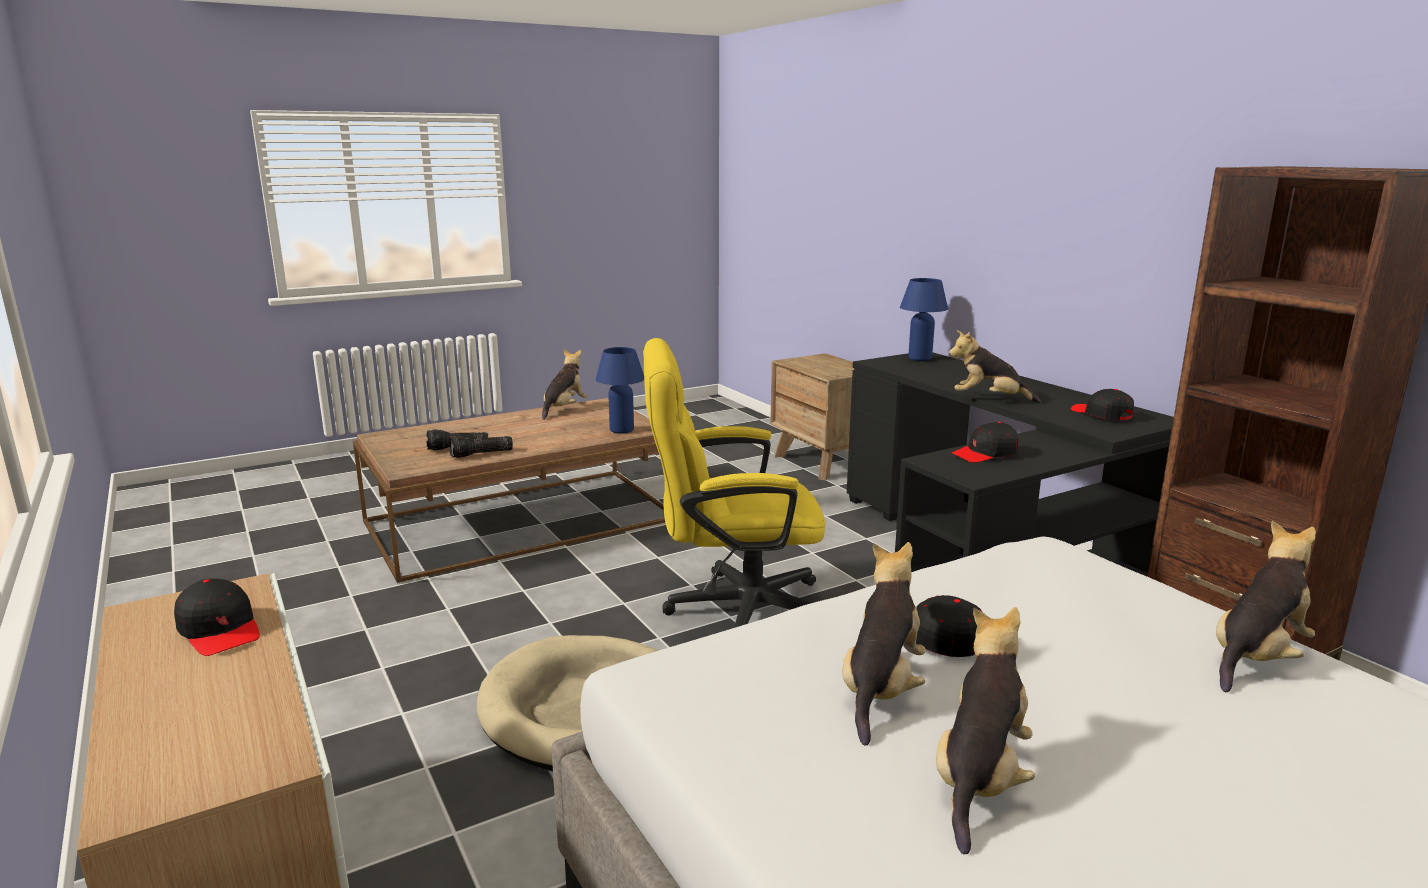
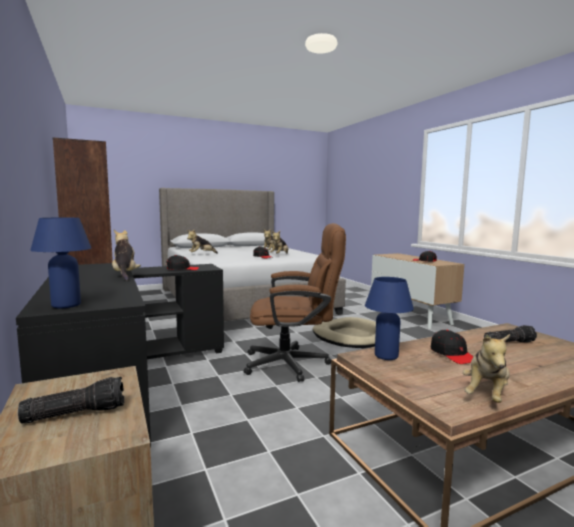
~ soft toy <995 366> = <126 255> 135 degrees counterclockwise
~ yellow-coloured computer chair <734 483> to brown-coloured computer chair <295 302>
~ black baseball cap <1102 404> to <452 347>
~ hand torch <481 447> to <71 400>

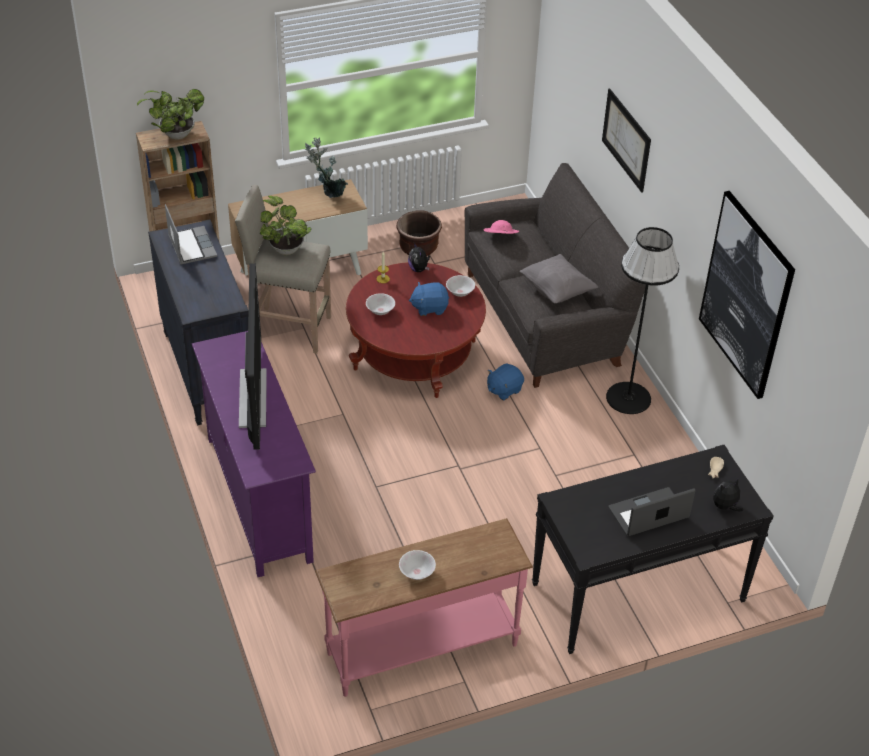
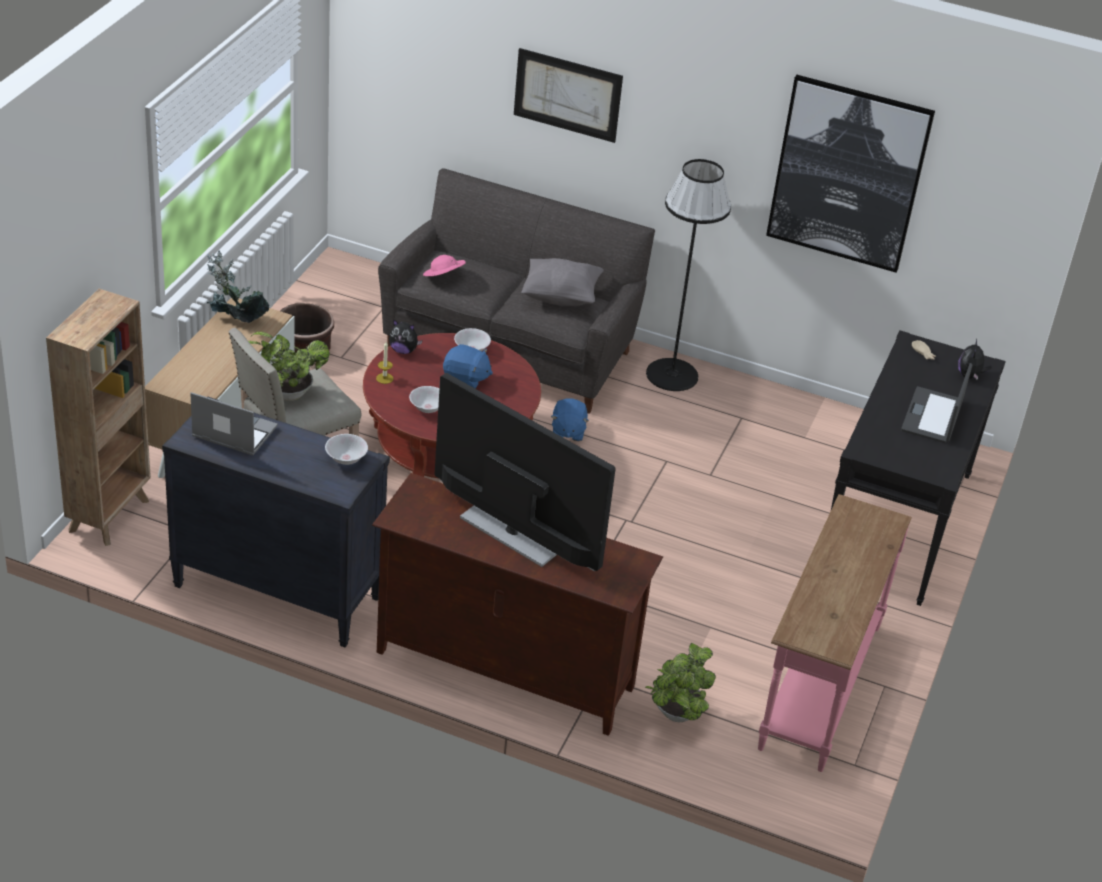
~ houseplant <170 114> to <680 682>
~ bluish soft toy <429 299> = <468 366> 105 degrees counterclockwise
~ purple-coloured tv unit <254 454> to brown-coloured tv unit <517 604>
~ whitish serving bowl <417 565> to <346 449>

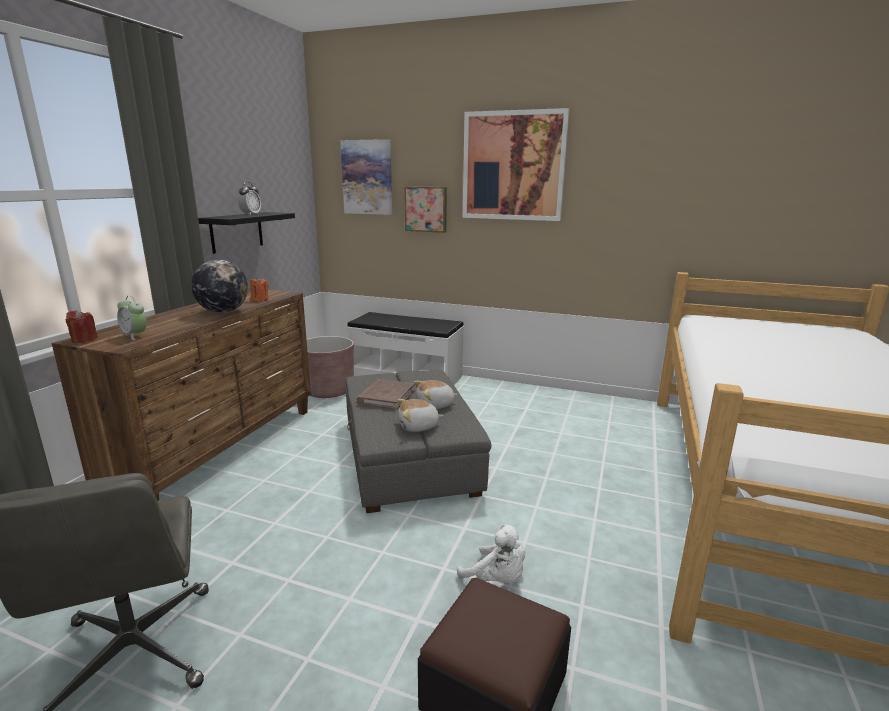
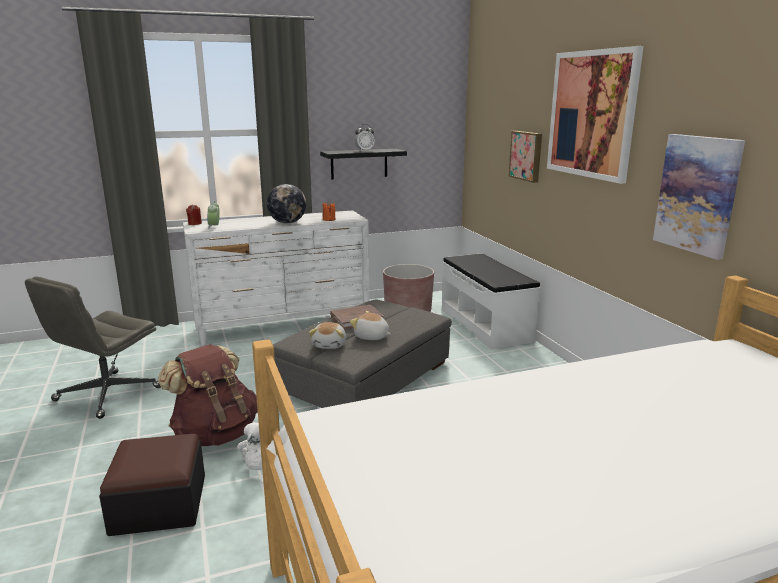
~ wall art <366 177> to <699 197>
~ brown-coloured chest of drawers <181 394> to whitish chest of drawers <276 278>
~ soft toy <420 415> = <327 335> 120 degrees counterclockwise
+ brown-coloured backpack <208 395>

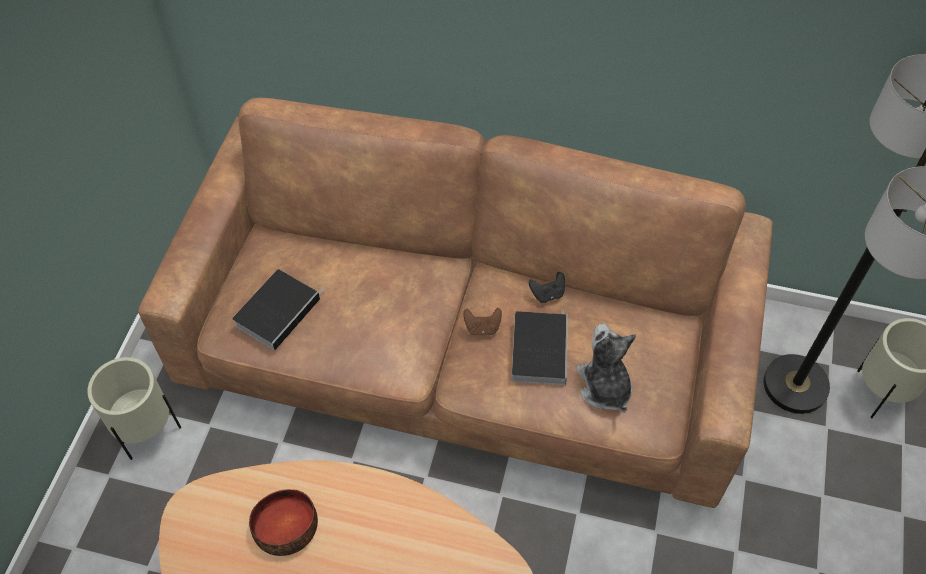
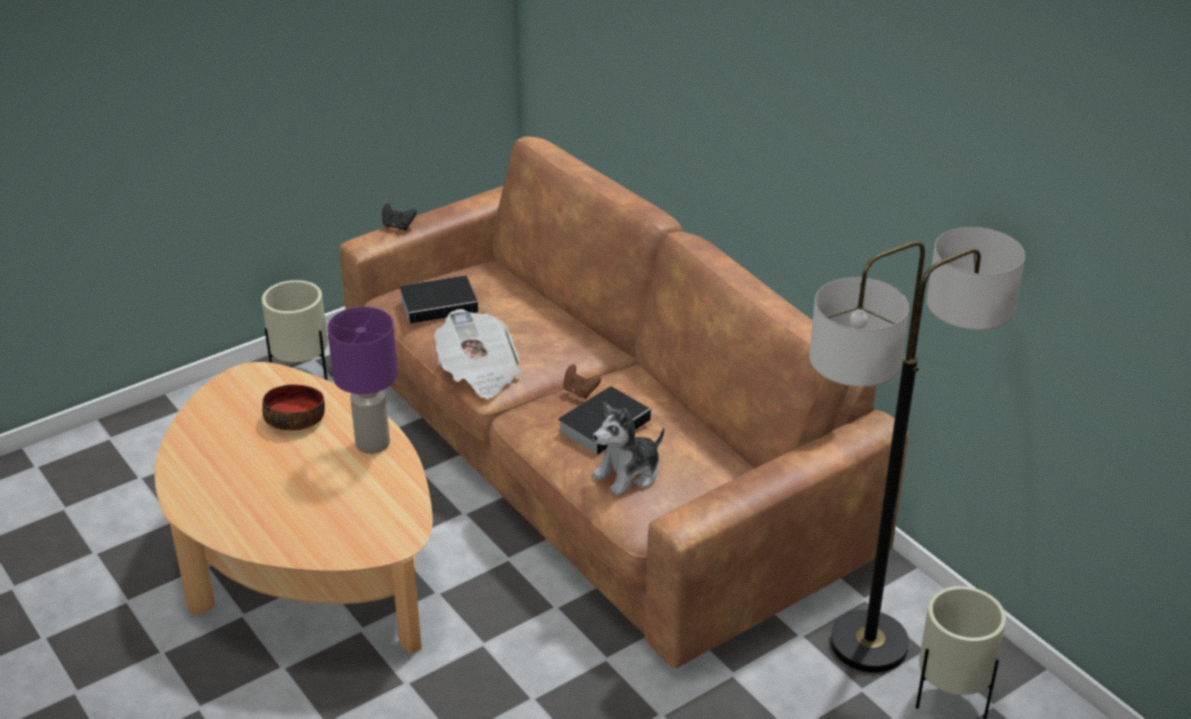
~ black joypad <547 287> to <399 217>
~ soft toy <606 368> = <628 449> 150 degrees counterclockwise
+ purple-coloured table lamp <362 380>
+ newspaper <478 354>

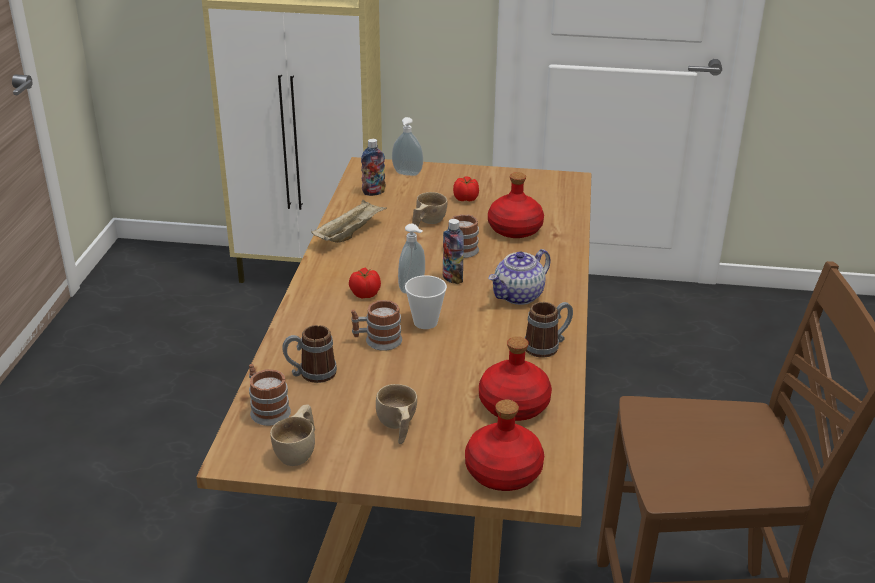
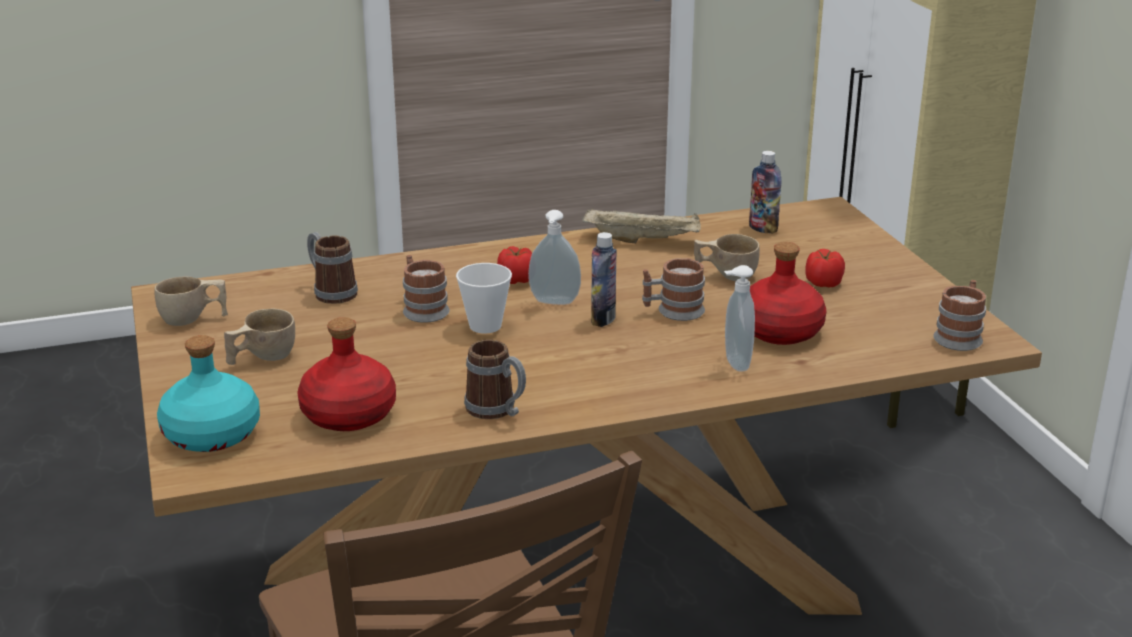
~ soap bottle <407 146> to <739 318>
- tea pot <519 277>
~ mug <270 395> to <959 315>
~ reddish drink bottle <504 445> to blue-green drink bottle <208 393>

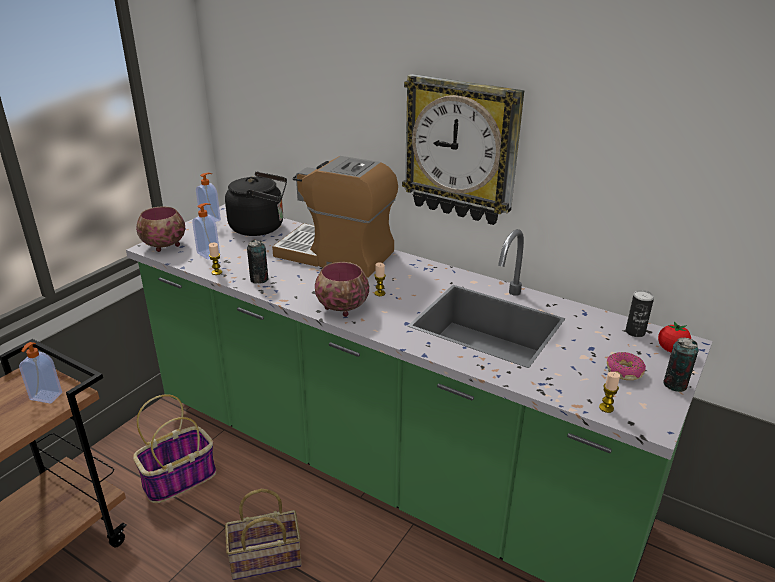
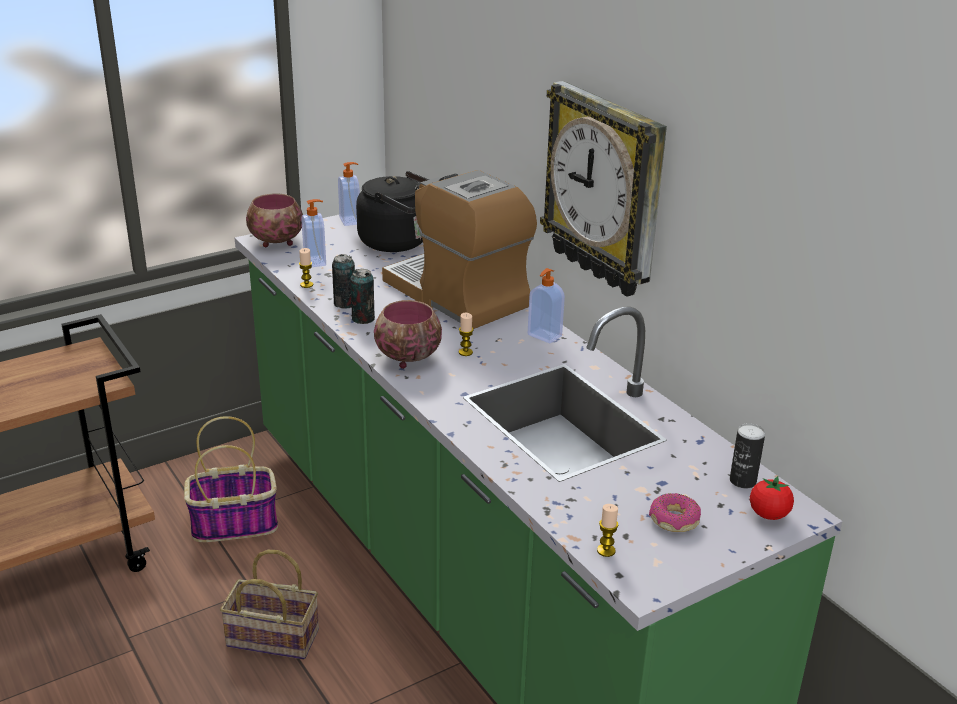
~ metal can <681 364> to <362 296>
~ soap bottle <40 372> to <546 305>

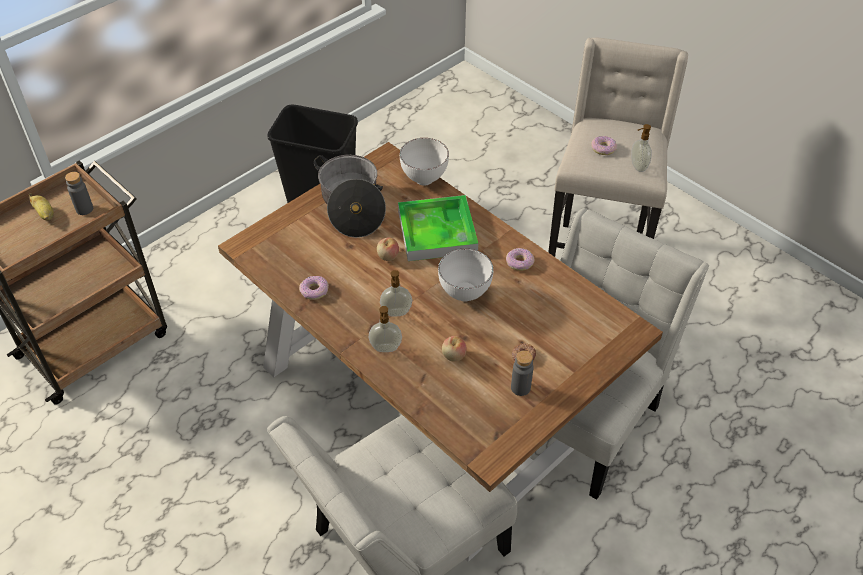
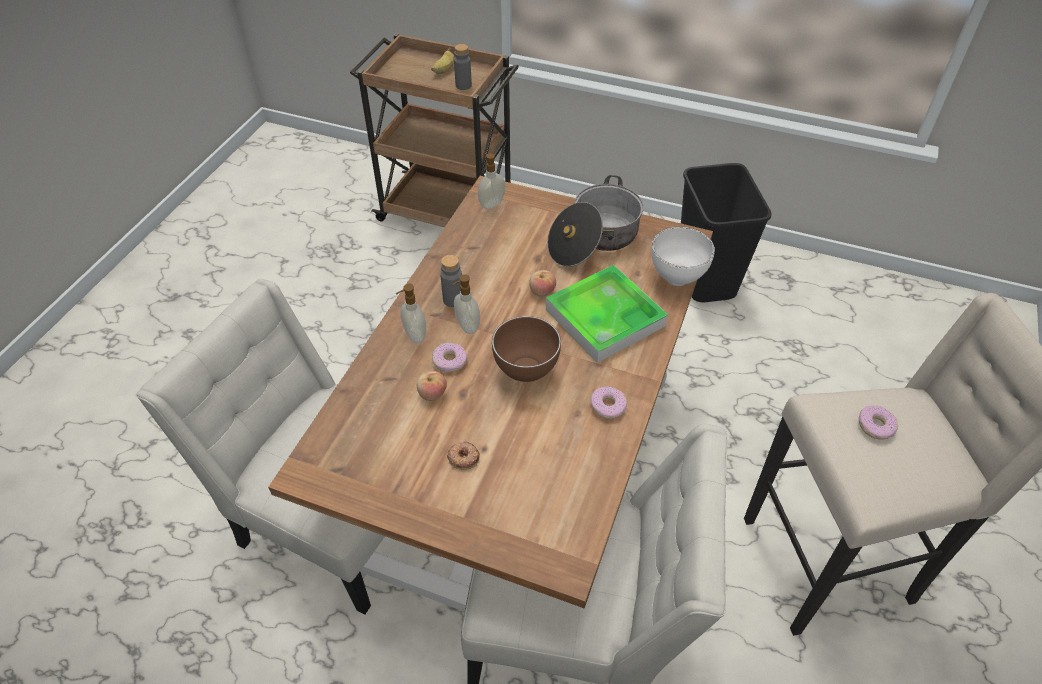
~ soap bottle <641 148> to <492 181>
~ whitish serving bowl <465 275> to brown-coloured serving bowl <526 349>
~ donut <314 288> to <450 357>
~ grey drink bottle <522 373> to <451 281>

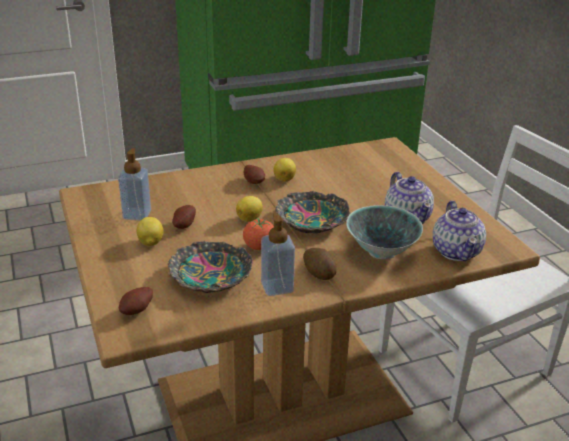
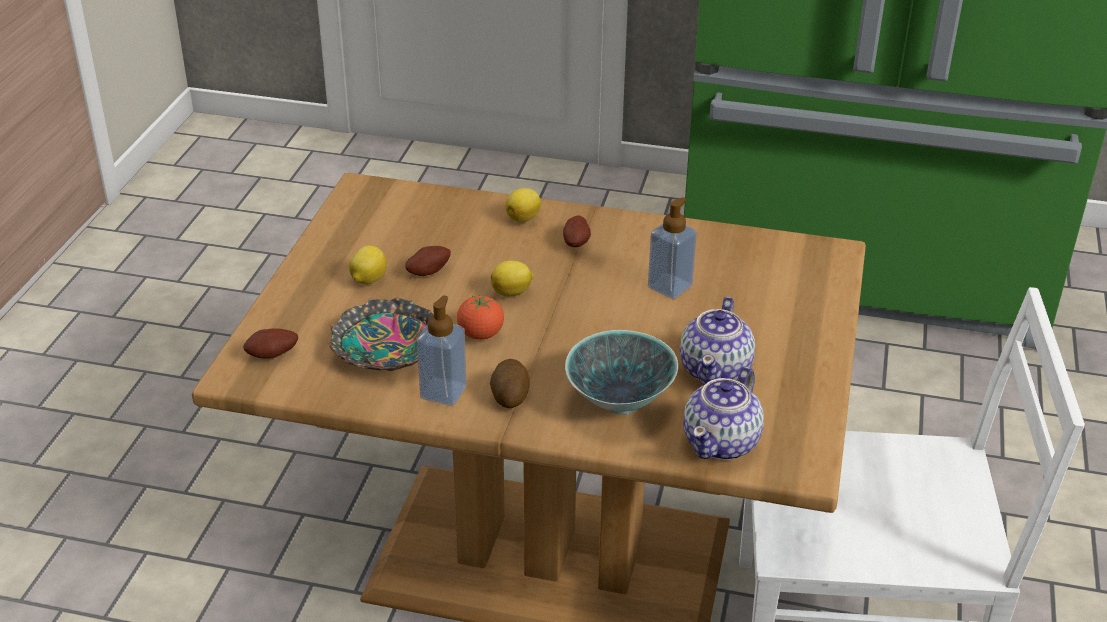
~ soap bottle <134 184> to <672 248>
~ whole lemon <284 170> to <523 205>
- serving bowl <313 212>

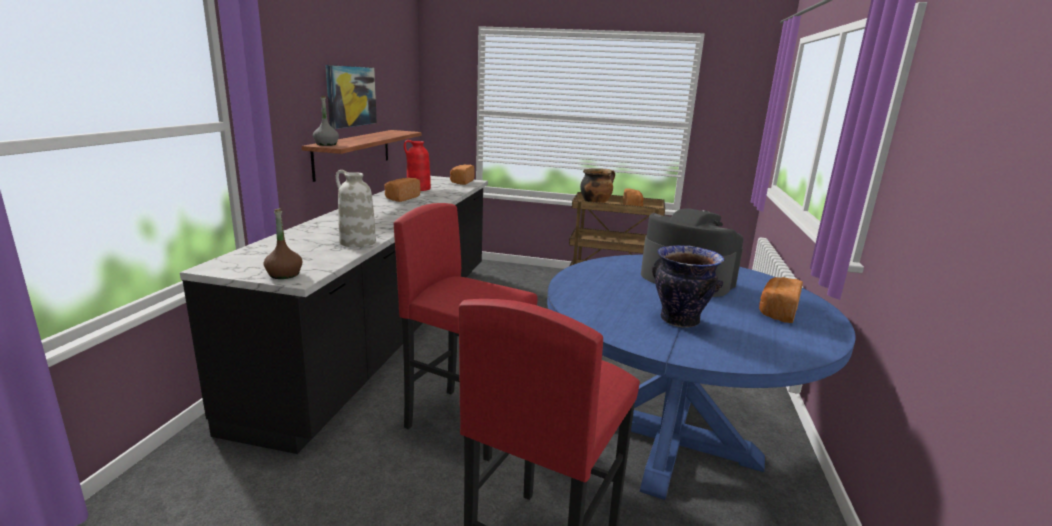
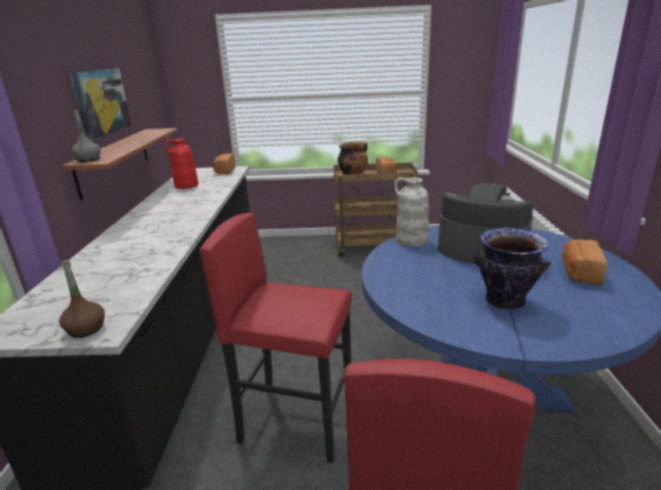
~ whitish vase <356 208> to <411 212>
- bread <402 190>

